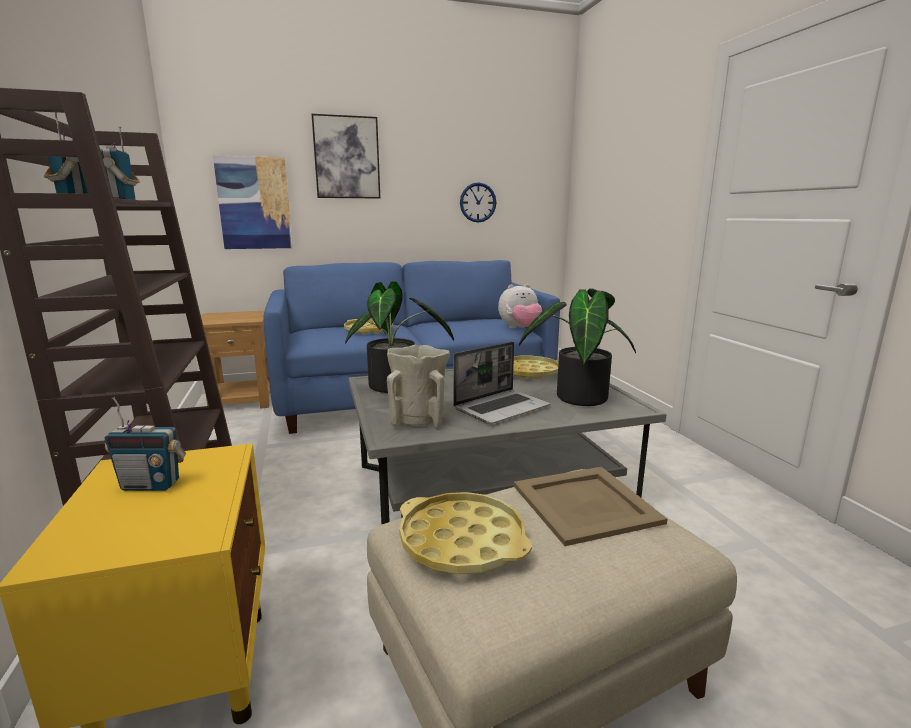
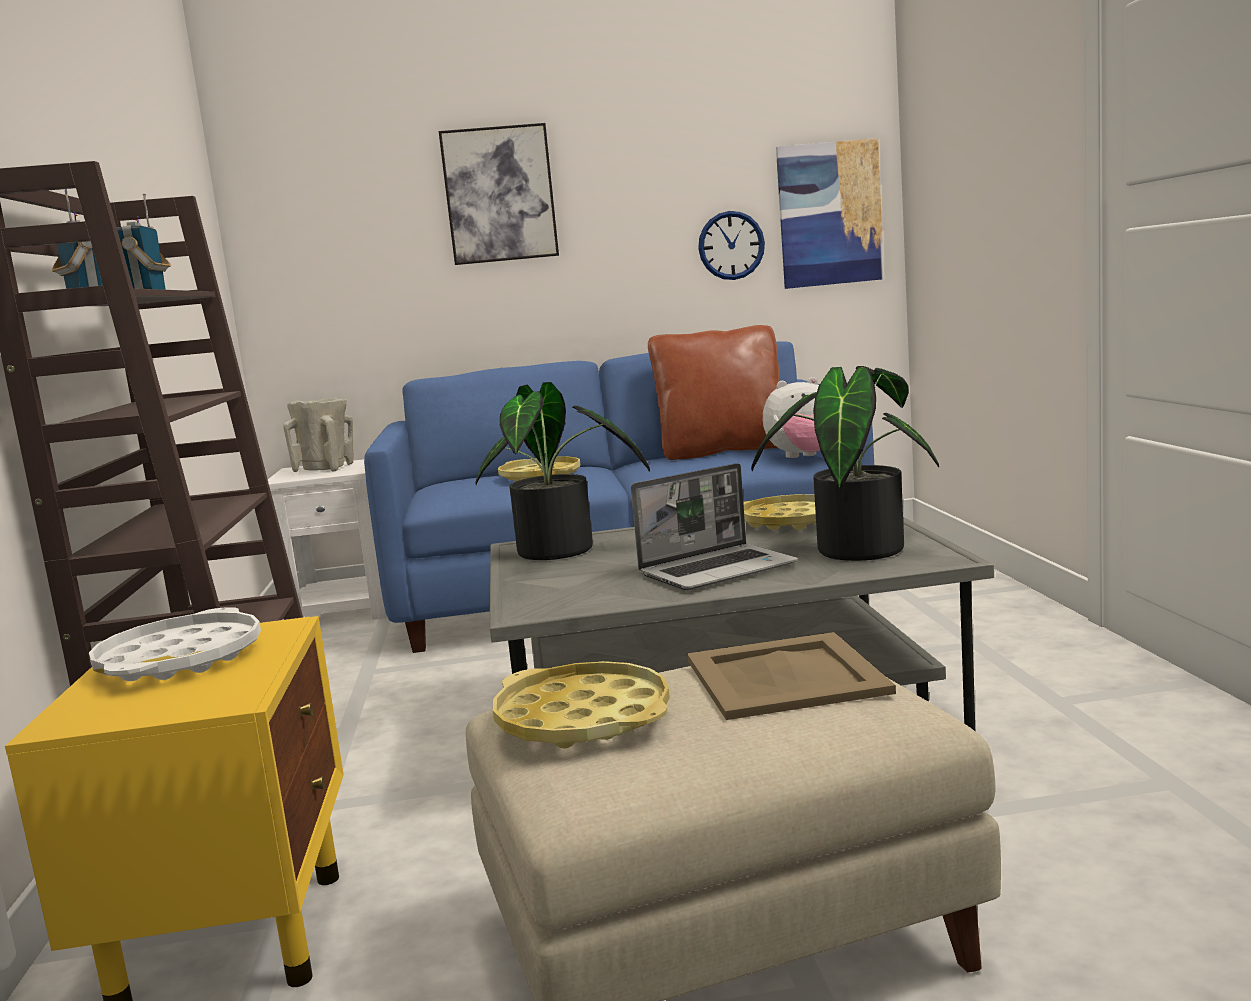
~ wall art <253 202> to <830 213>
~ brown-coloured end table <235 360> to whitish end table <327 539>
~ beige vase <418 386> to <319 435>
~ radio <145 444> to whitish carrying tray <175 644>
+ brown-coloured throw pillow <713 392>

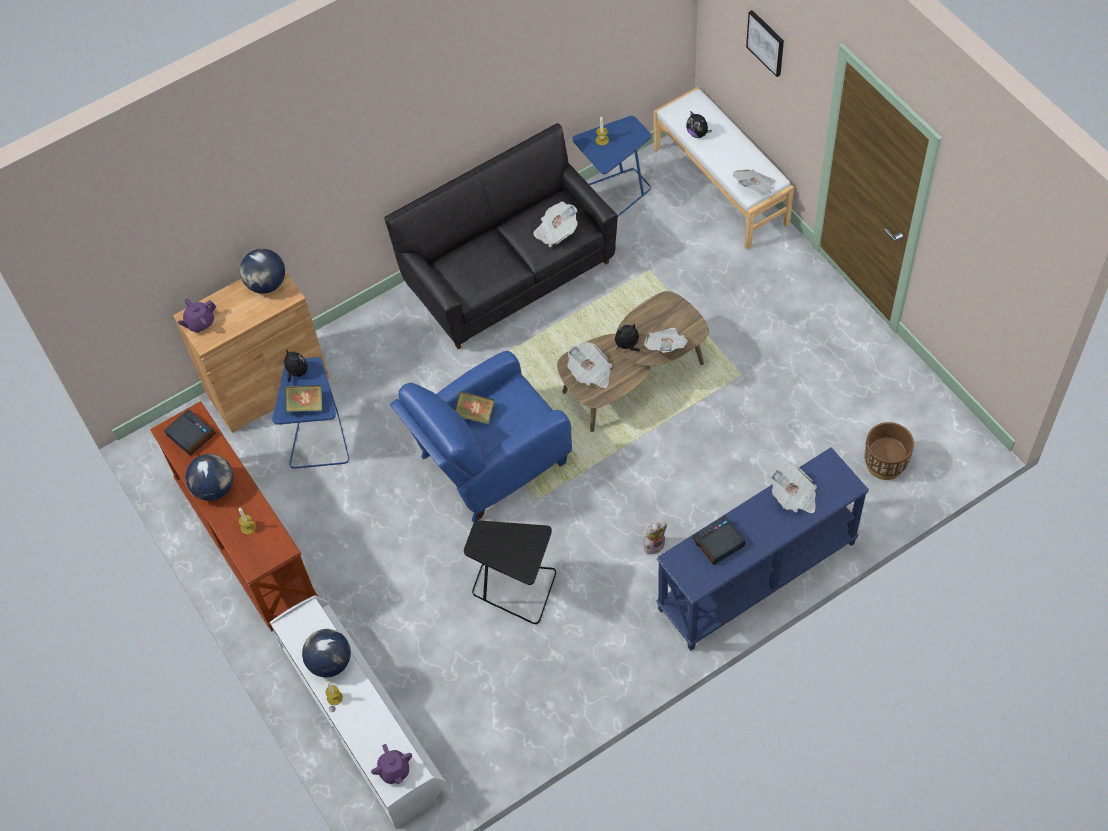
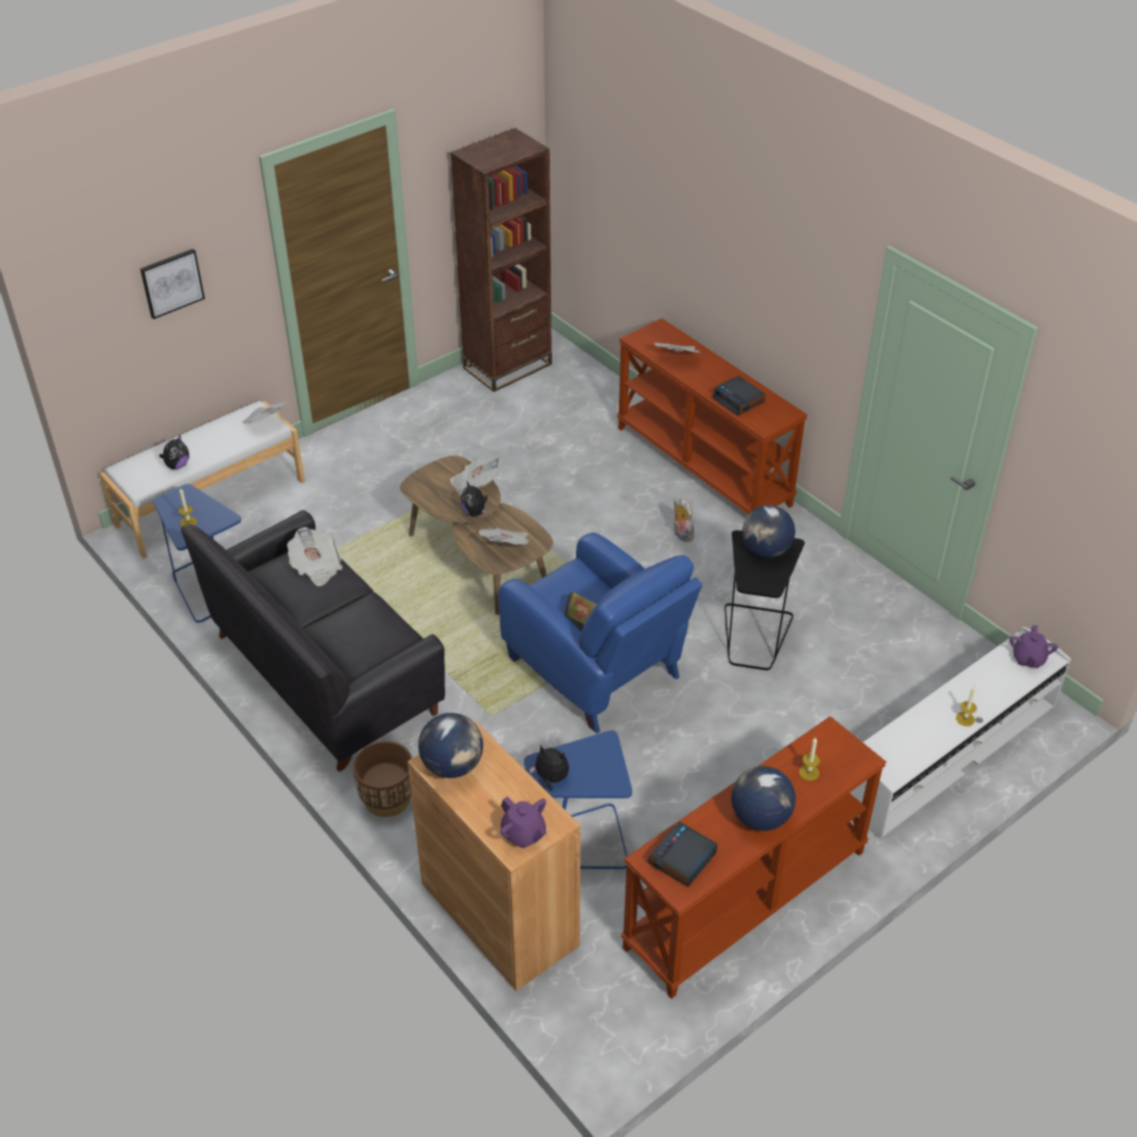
~ soft toy <294 365> = <549 768> 75 degrees clockwise
- volume <303 398>
~ brown-coloured planter <889 451> to <382 779>
~ bluish hall table <762 549> to brown-coloured hall table <712 416>
~ world globe <326 653> to <768 531>
~ purple-coloured tea pot <391 764> = <1033 646> 135 degrees clockwise
+ brown-coloured bookshelf <501 260>

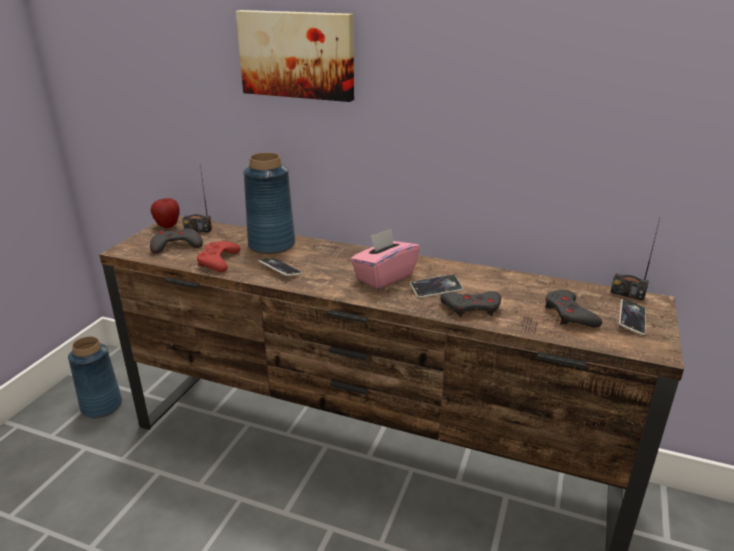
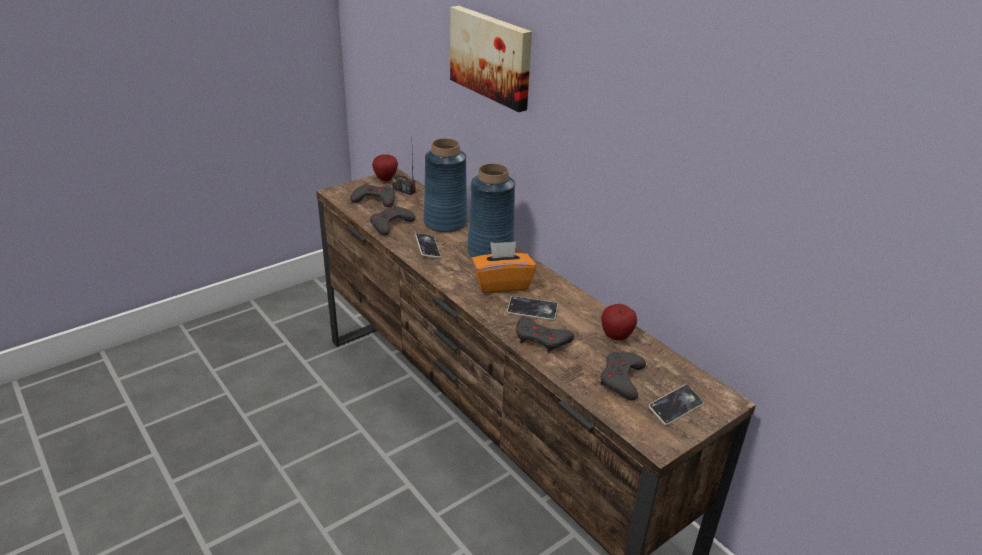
- radio <635 260>
~ pinkish tissue holder <385 259> to orangey tissue holder <503 267>
~ reddish joypad <219 256> to grey joypad <393 221>
~ bluish vase <95 377> to <491 210>
+ whole apple <619 322>

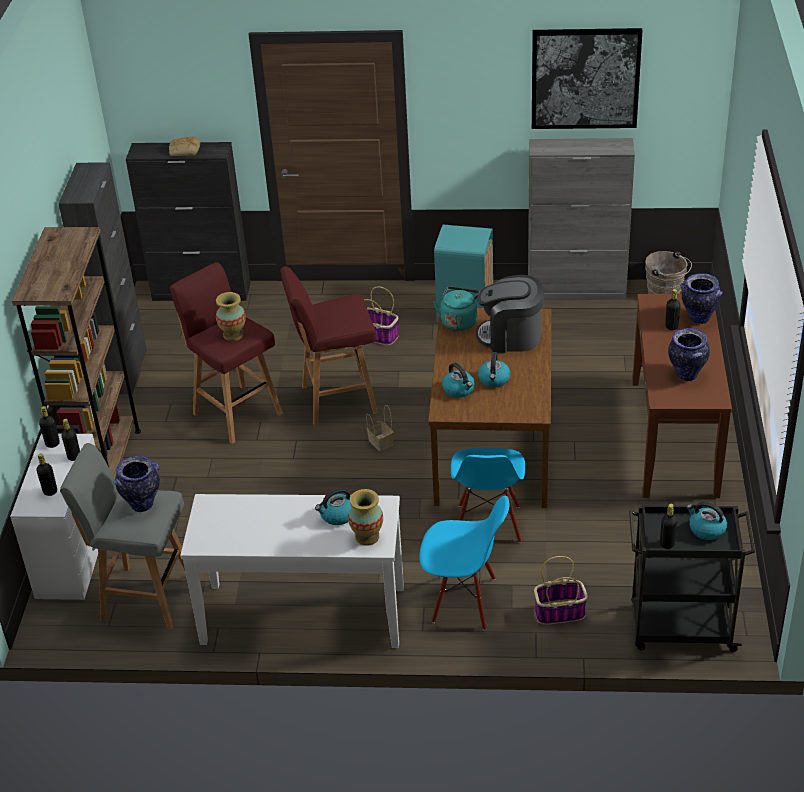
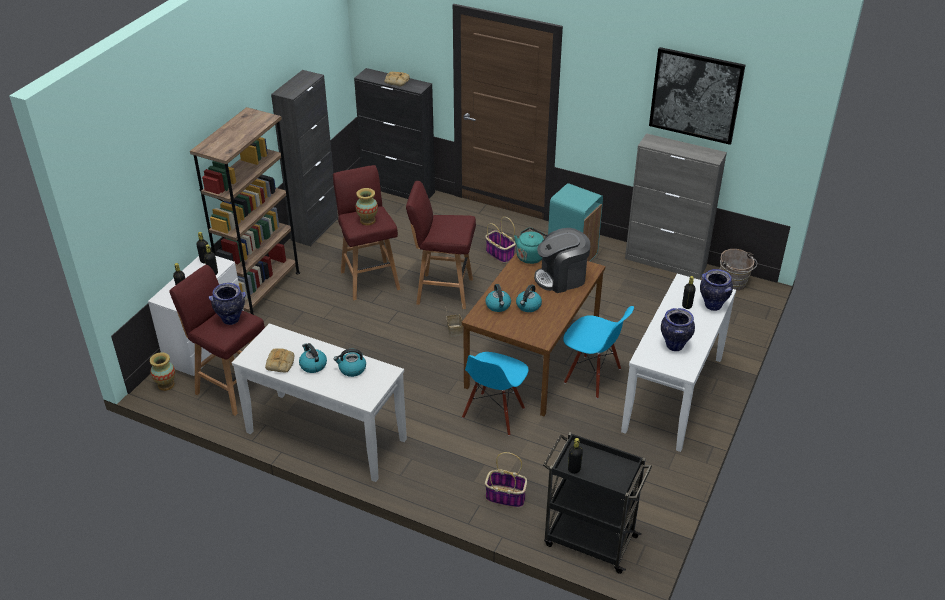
~ coffee brewer <510 314> = <562 260> 45 degrees counterclockwise
~ brown-coloured hall table <682 396> to whitish hall table <678 363>
~ grey stool <122 536> to reddish stool <217 340>
~ vase <365 517> to <162 371>
~ bluish chair <464 563> to <598 352>
~ kettle <707 521> to <313 358>
+ bread <280 360>

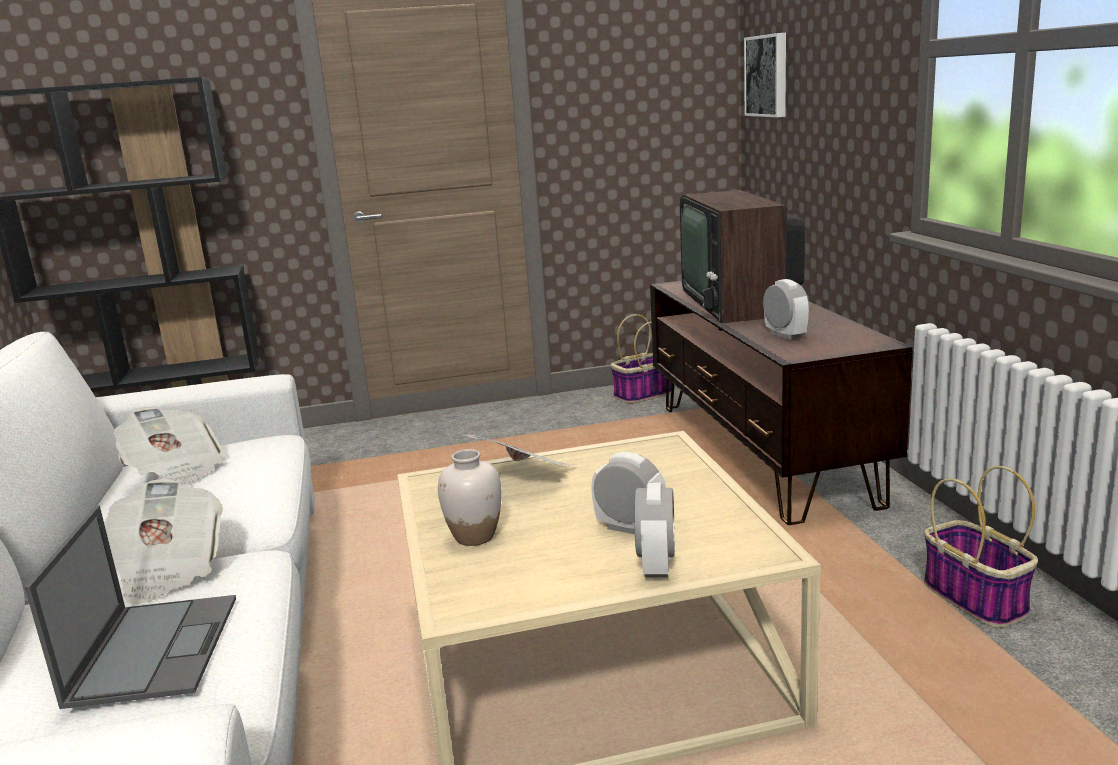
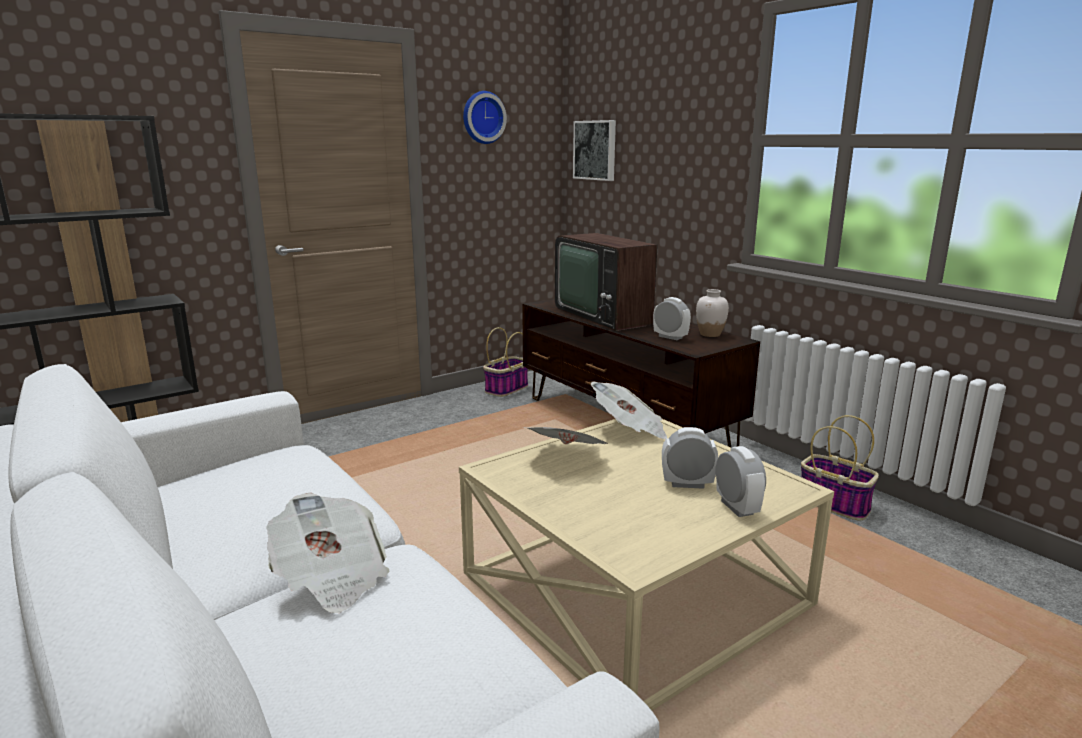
~ newspaper <169 446> to <629 410>
~ whitish vase <470 497> to <712 313>
- notebook computer <130 607>
+ hanging clock <485 117>

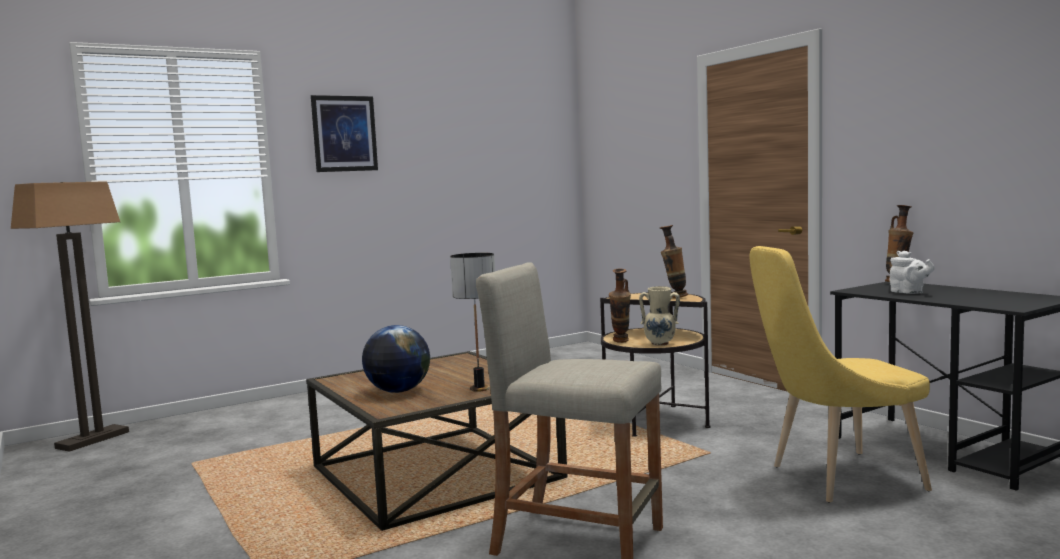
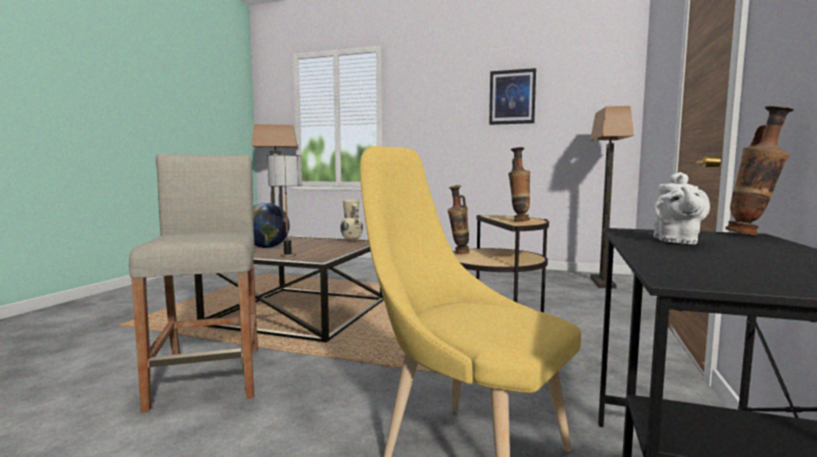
~ wall art <344 133> to <512 96>
~ beige vase <659 316> to <352 220>
+ standard lamp <612 197>

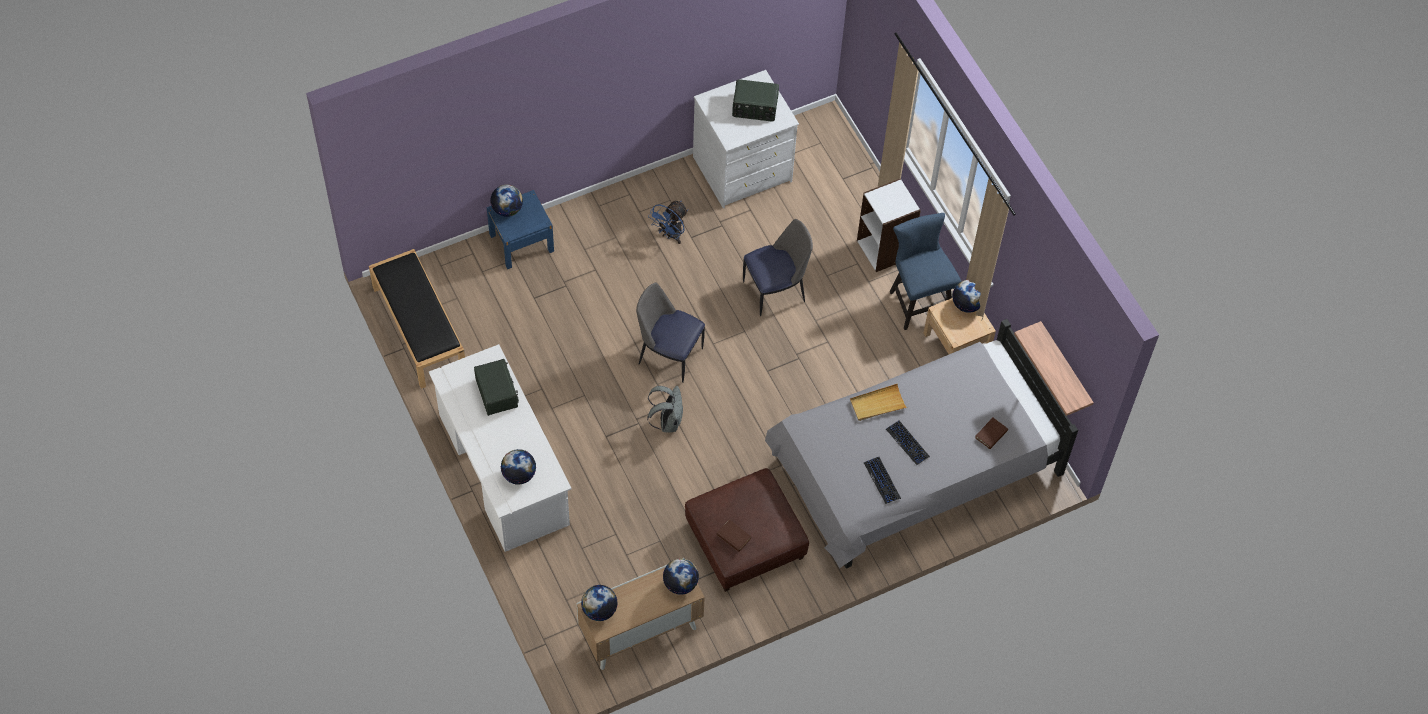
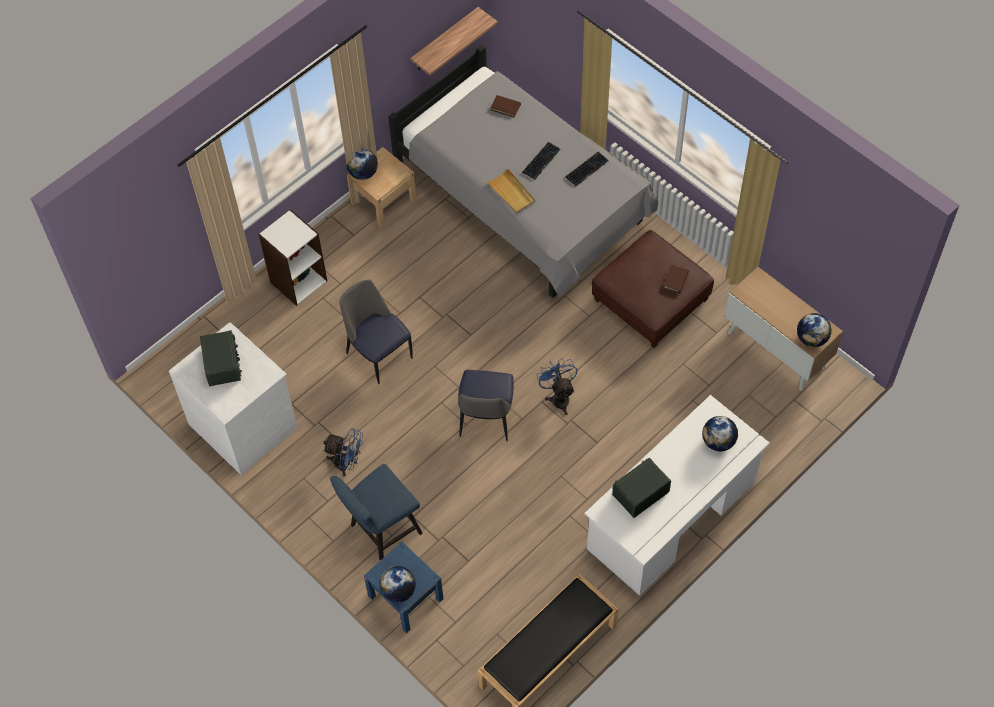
~ bluish chair <925 271> to <376 512>
~ grey backpack <665 409> to bluish fan <556 386>
- world globe <681 576>

